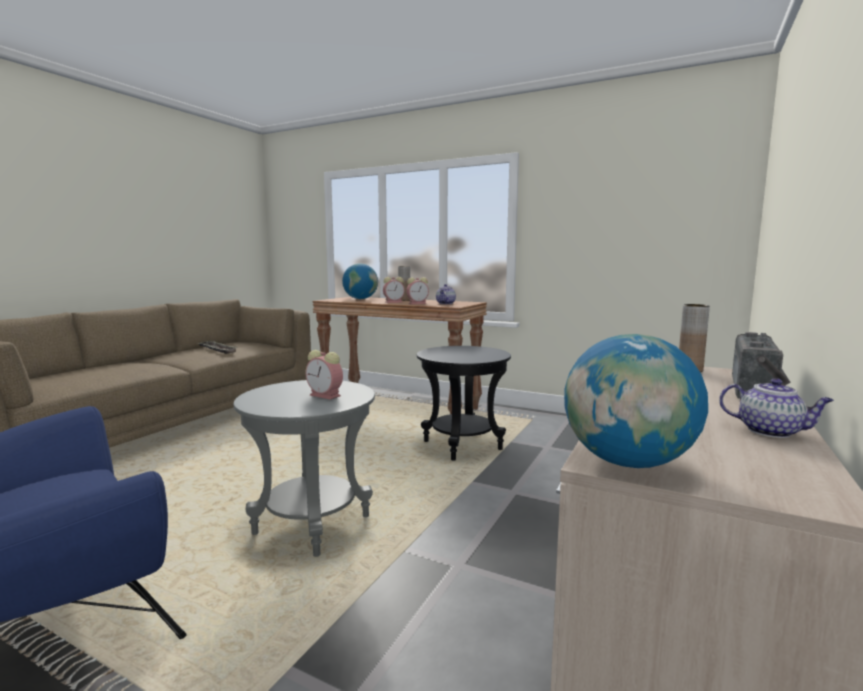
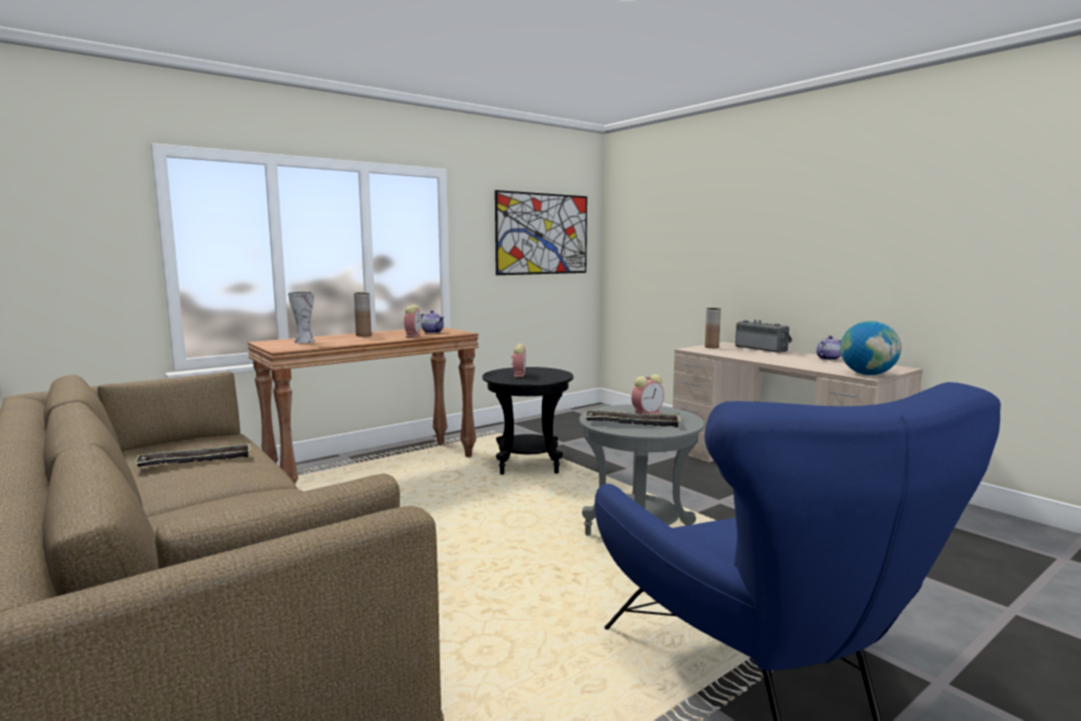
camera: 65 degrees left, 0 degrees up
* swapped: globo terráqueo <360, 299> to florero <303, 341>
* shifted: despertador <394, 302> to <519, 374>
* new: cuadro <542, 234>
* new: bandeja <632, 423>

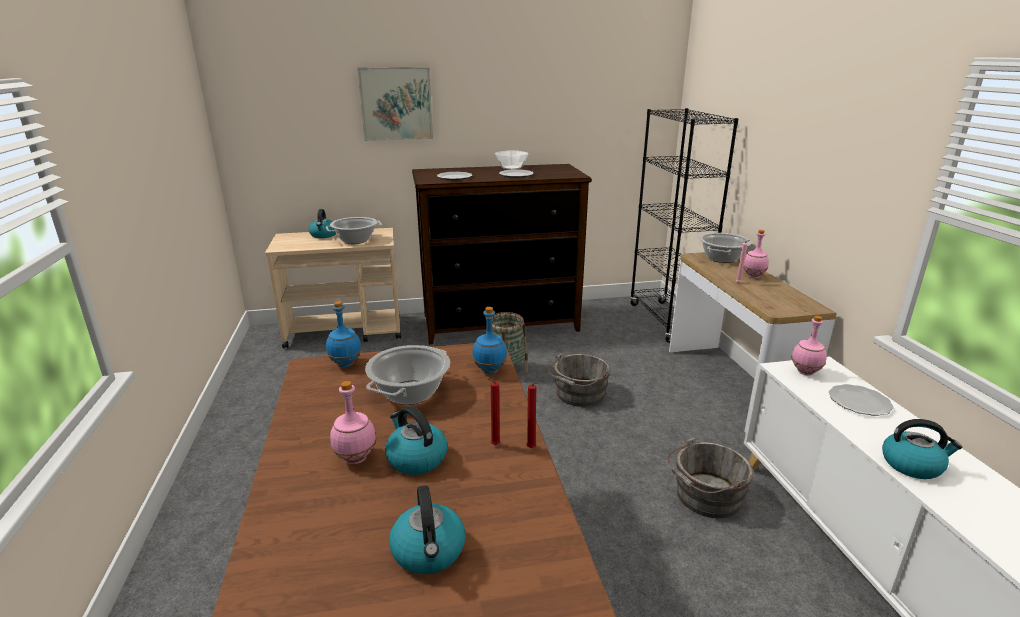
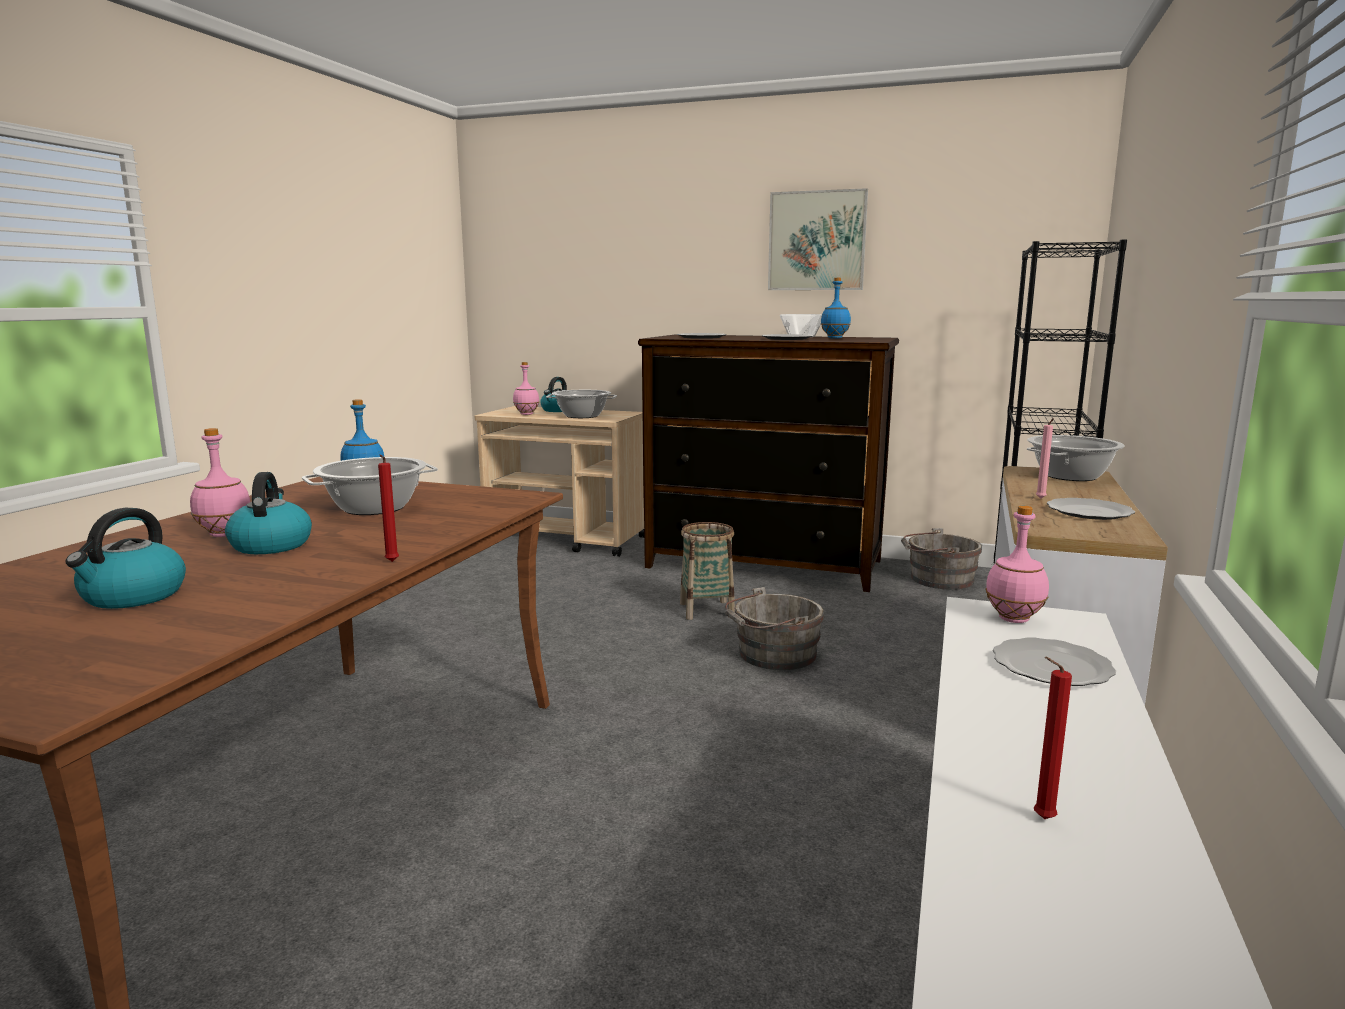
camera: 30 degrees right, 10 degrees down
* shifted: cuadro <396, 104> to <817, 241>
* shifted: botella/rosa <752, 276> to <526, 414>
* shifted: botella/azul <490, 370> to <835, 338>
* shifted: vela/rojo <493, 445> to <1040, 819>
* gone: hervidor <912, 465>
* shifted: cubo/gris <705, 497> to <937, 579>
* new: plato <1088, 512>

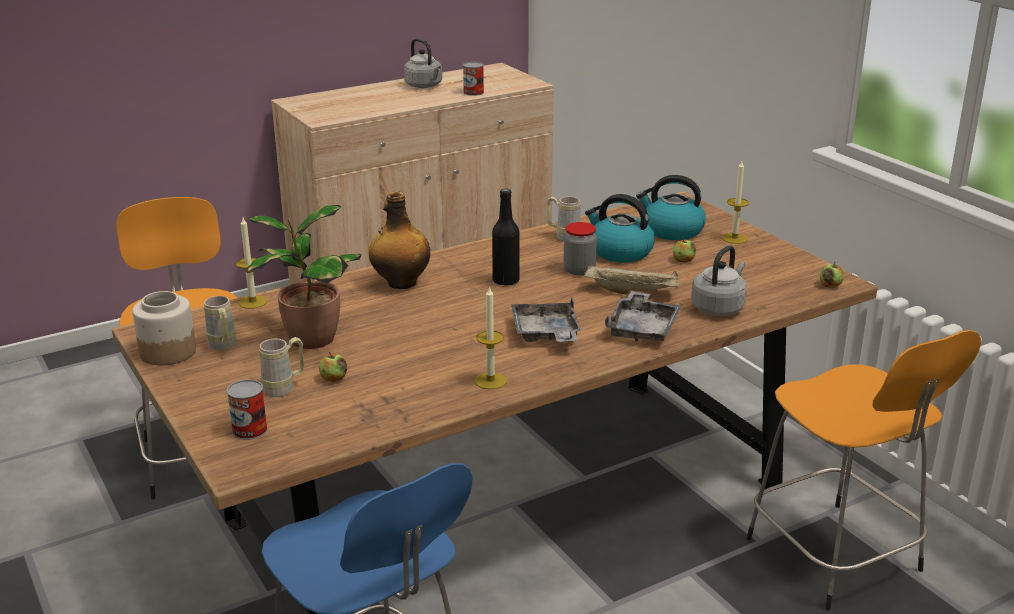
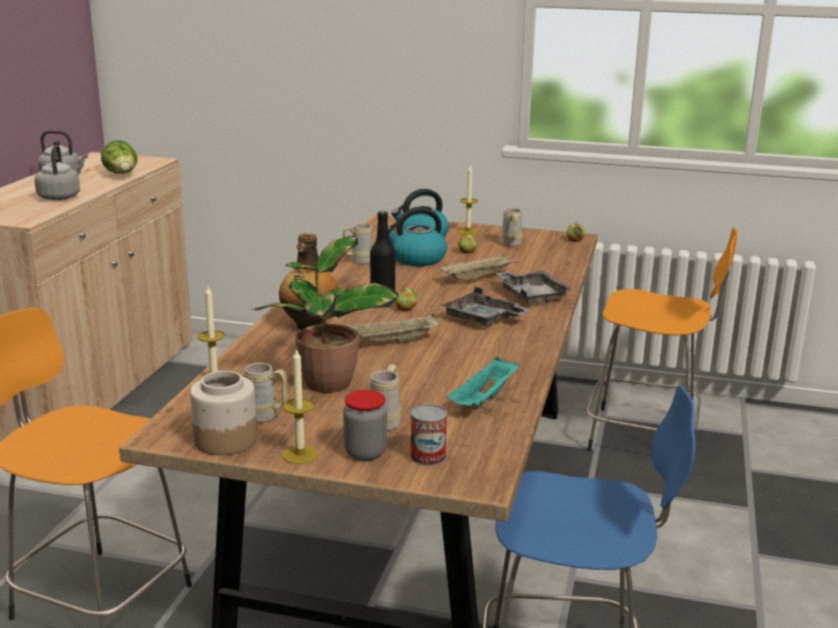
camera: 45 degrees left, 5 degrees down
* swapped: lata <473, 92> to lechuga <122, 175>
* shifted: tarro <579, 270> to <365, 453>
* shifted: hervidor/gris <719, 307> to <59, 197>
* shifted: vela <490, 381> to <300, 455>
* shifted: manzana <334, 378> to <405, 309>
* new: taza grande/beis <511, 245>
* new: bandeja/beis <391, 342>
* new: bandeja/turquesa <484, 400>

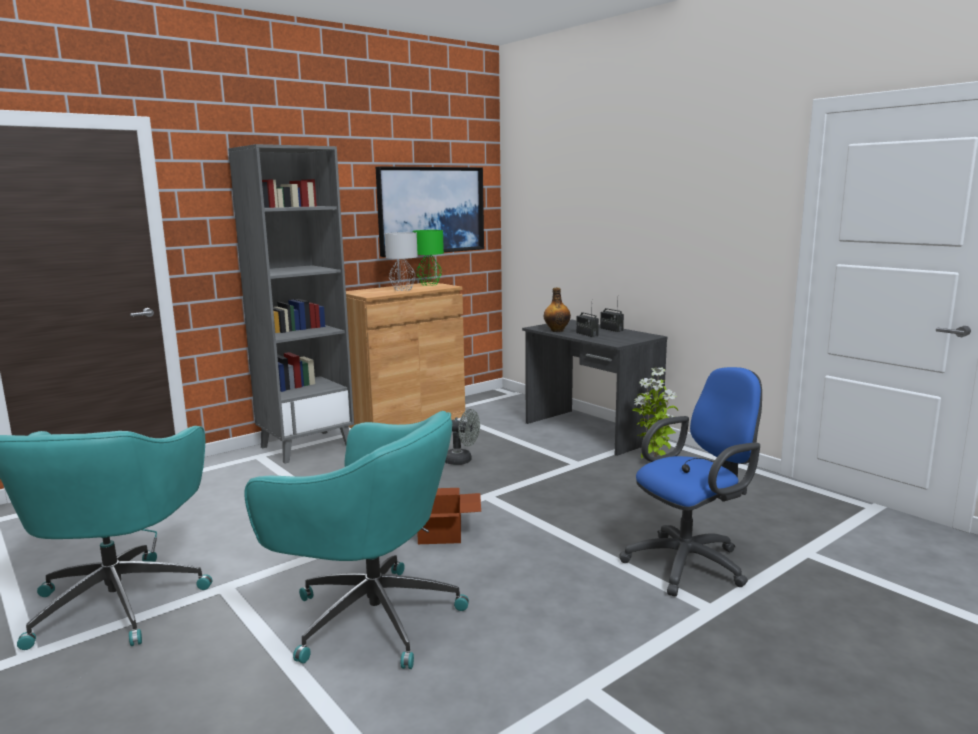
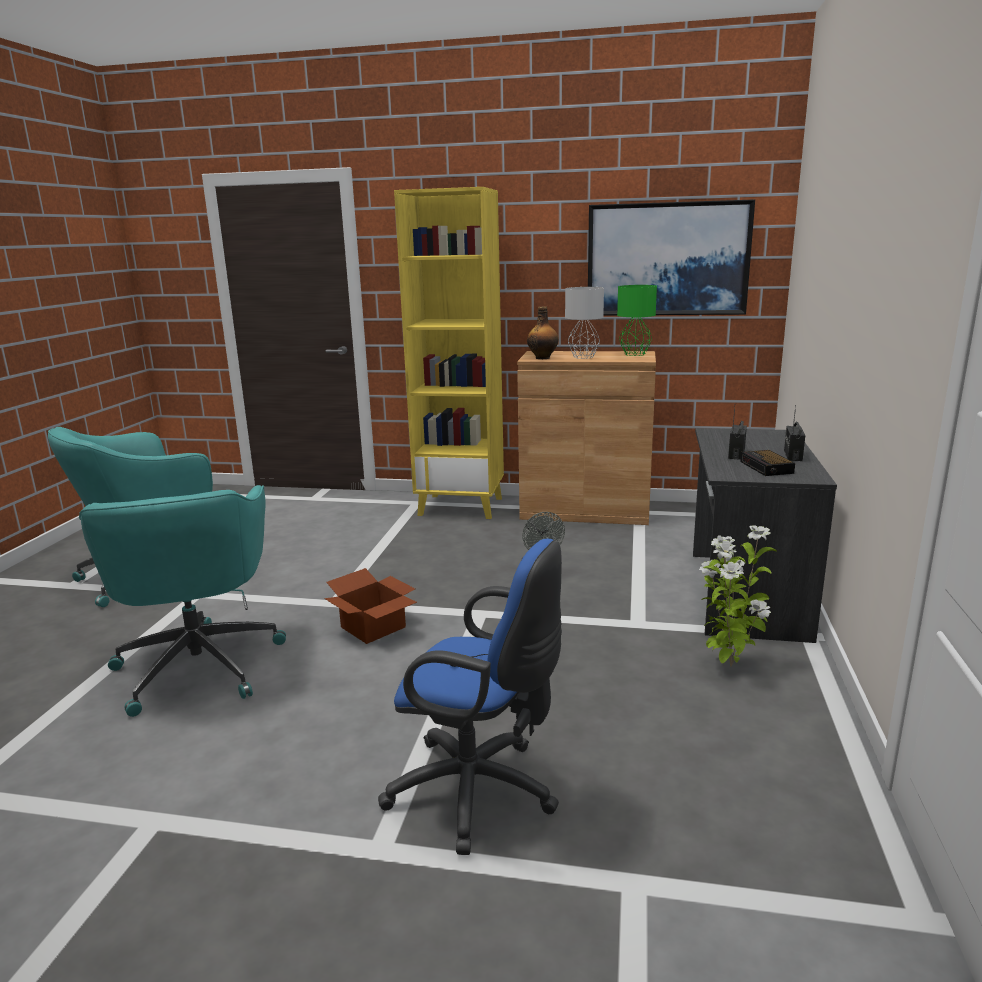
camera: 50 degrees right, 5 degrees up
* repainted: estantería/gris <306, 446> to estantería/amarillo <461, 506>
* shifted: botella <557, 330> to <543, 358>
* new: despertador <767, 468>

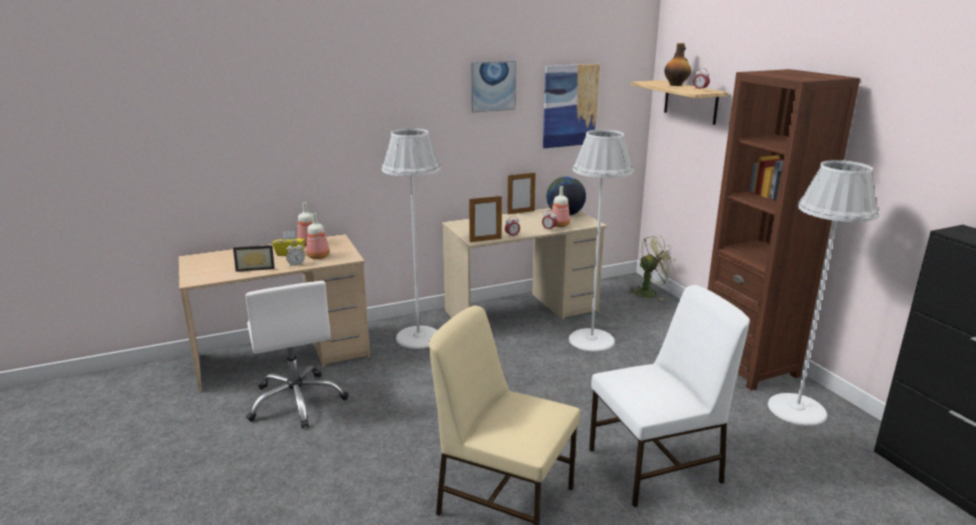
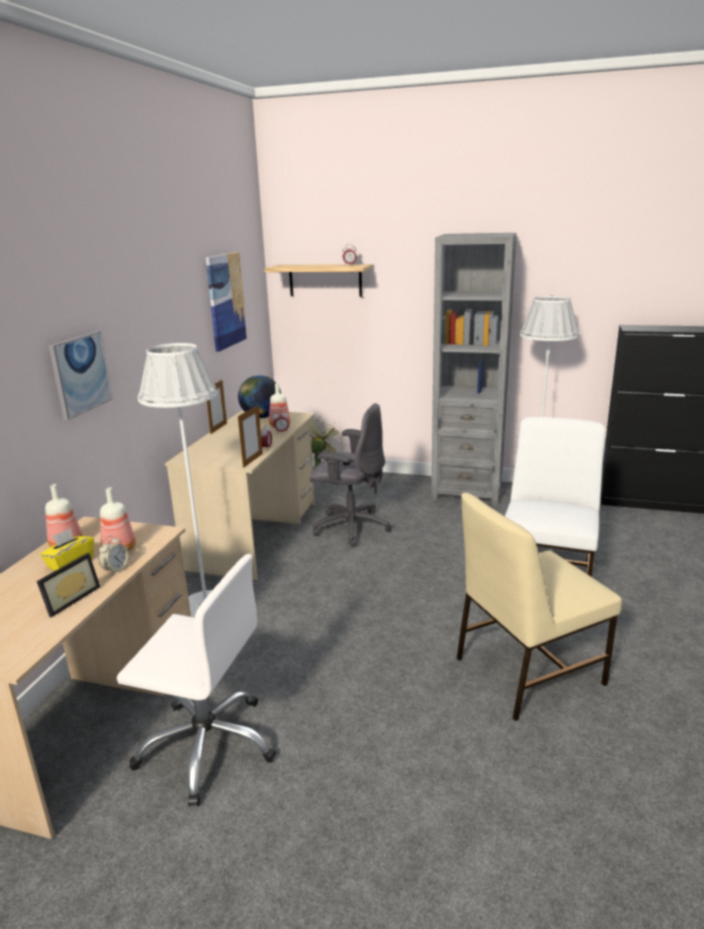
camera: 50 degrees left, 0 degrees up
* gone: botella <676, 85>
* shifted: cuadro <492, 86> to <80, 374>
* repainted: estantería/marrón <748, 365> to estantería/gris <467, 491>
* swapped: lámpara de pie/blanco <591, 340> to silla de oficina/gris <350, 527>

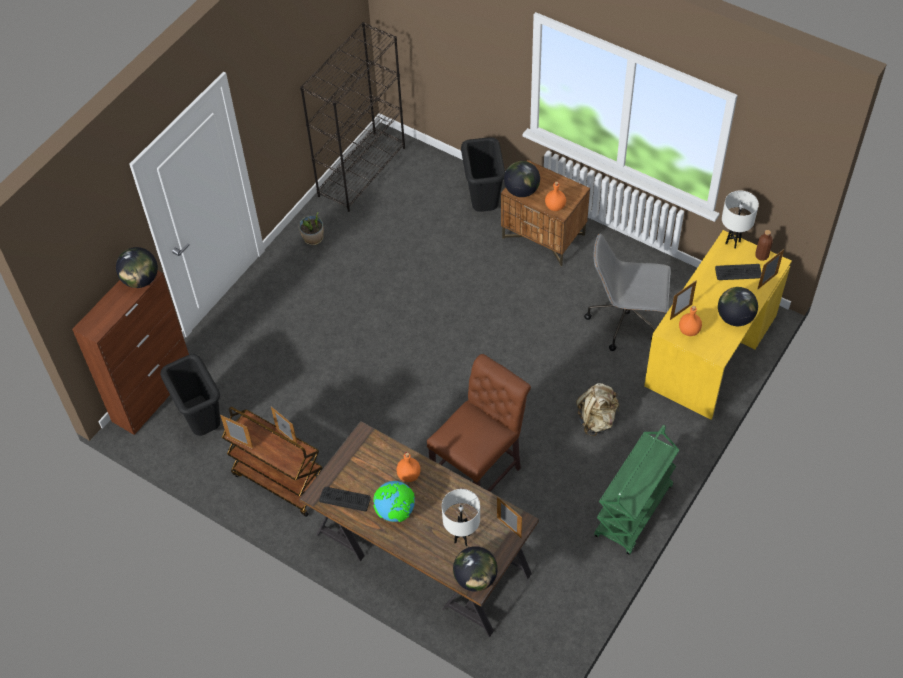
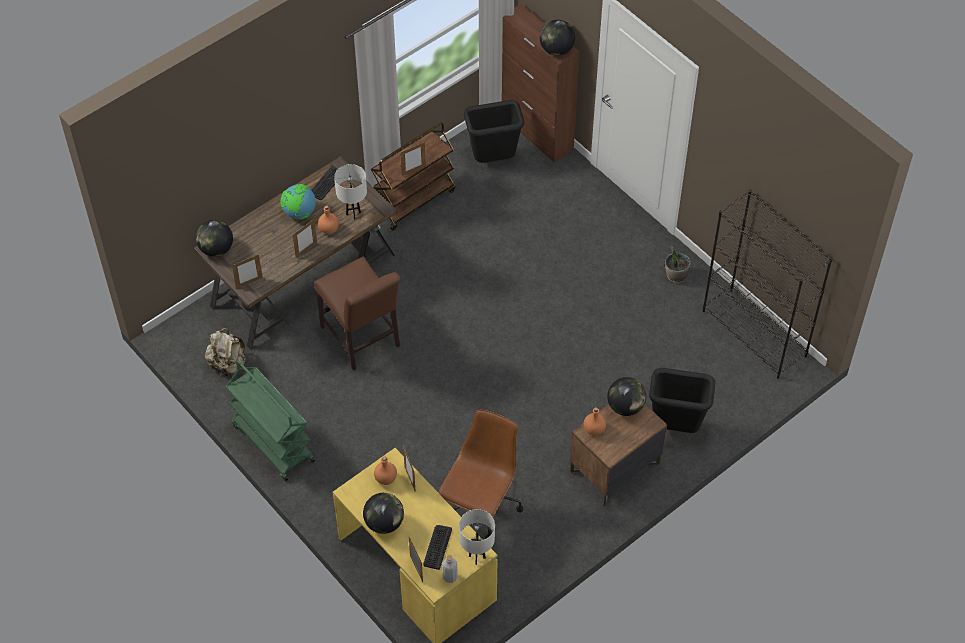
camera: 105 degrees right, 0 degrees up
* repainted: botella/marrón <761, 256> to botella/gris <450, 577>
* repainted: silla de oficina/gris <626, 320> to silla de oficina/marrón <481, 507>
* shifted: mochila/beis <597, 420> to <227, 364>
* shifted: portarretratos <240, 442> to <306, 250>
* shifted: lámpara de mesa/blanco <462, 538> to <353, 213>

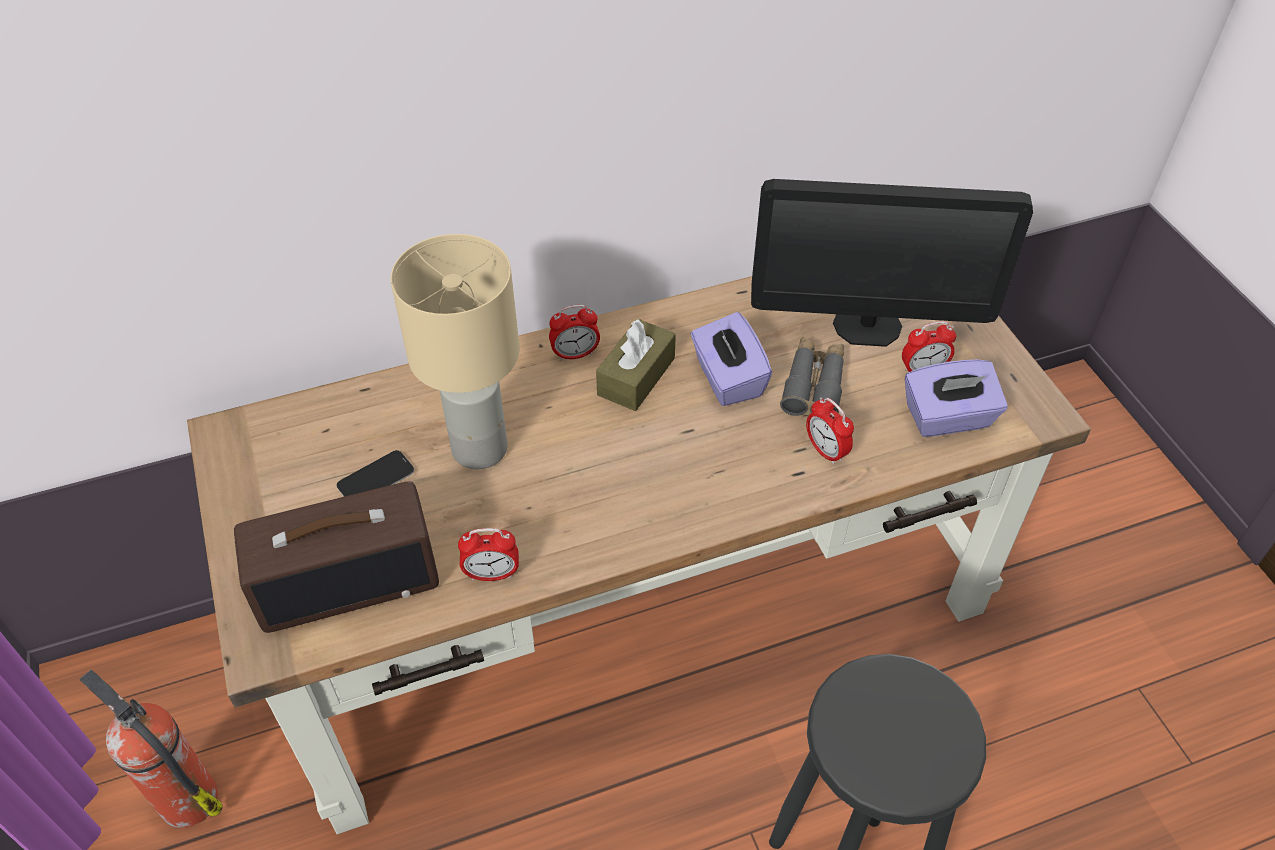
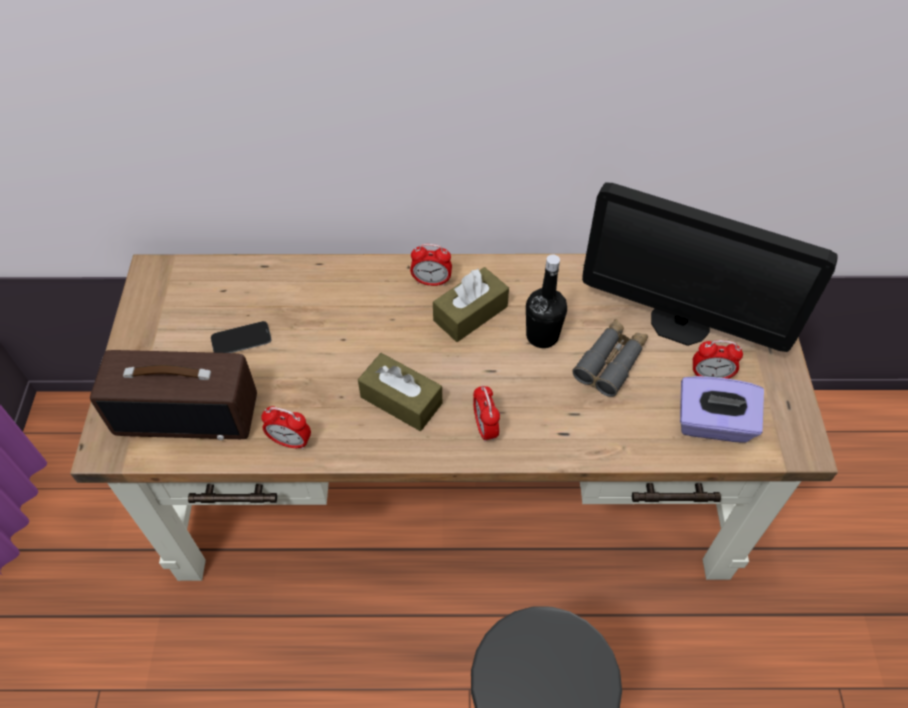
camera: 20 degrees right, 5 degrees up
* gone: lámpara de mesa/beis <480, 447>
* swapped: caja de pañuelos/morado <727, 379> to botella/negro <542, 336>
* shifted: despertador <825, 451> to <485, 428>
* gone: extintor <186, 798>
* new: caja de pañuelos/marrón <401, 400>

